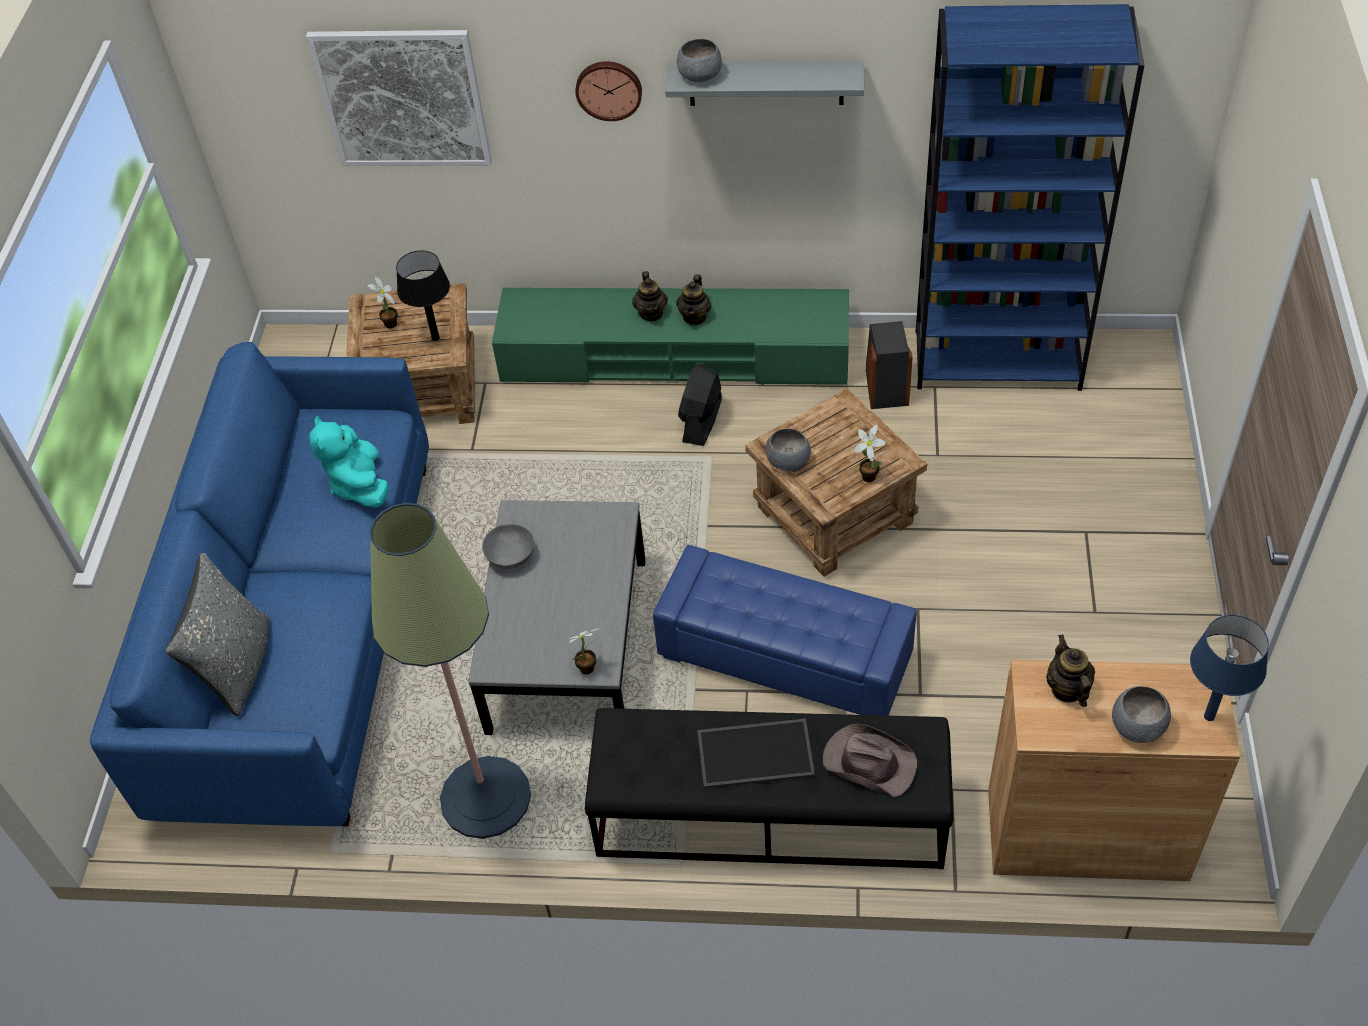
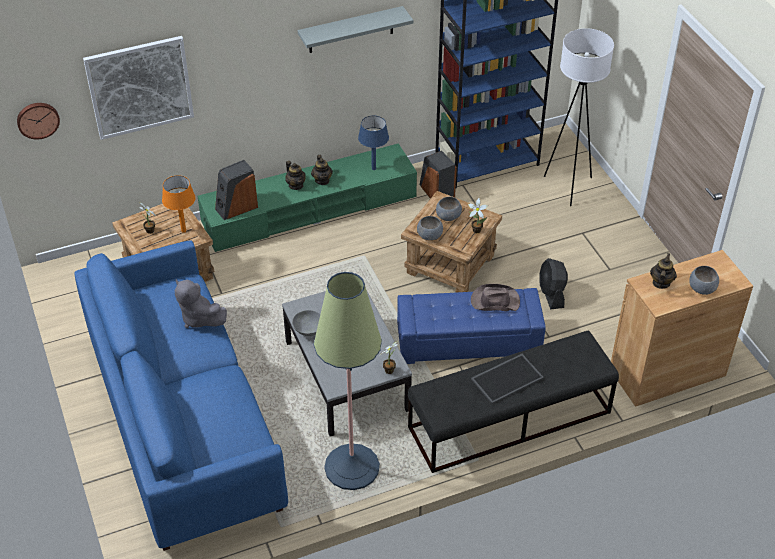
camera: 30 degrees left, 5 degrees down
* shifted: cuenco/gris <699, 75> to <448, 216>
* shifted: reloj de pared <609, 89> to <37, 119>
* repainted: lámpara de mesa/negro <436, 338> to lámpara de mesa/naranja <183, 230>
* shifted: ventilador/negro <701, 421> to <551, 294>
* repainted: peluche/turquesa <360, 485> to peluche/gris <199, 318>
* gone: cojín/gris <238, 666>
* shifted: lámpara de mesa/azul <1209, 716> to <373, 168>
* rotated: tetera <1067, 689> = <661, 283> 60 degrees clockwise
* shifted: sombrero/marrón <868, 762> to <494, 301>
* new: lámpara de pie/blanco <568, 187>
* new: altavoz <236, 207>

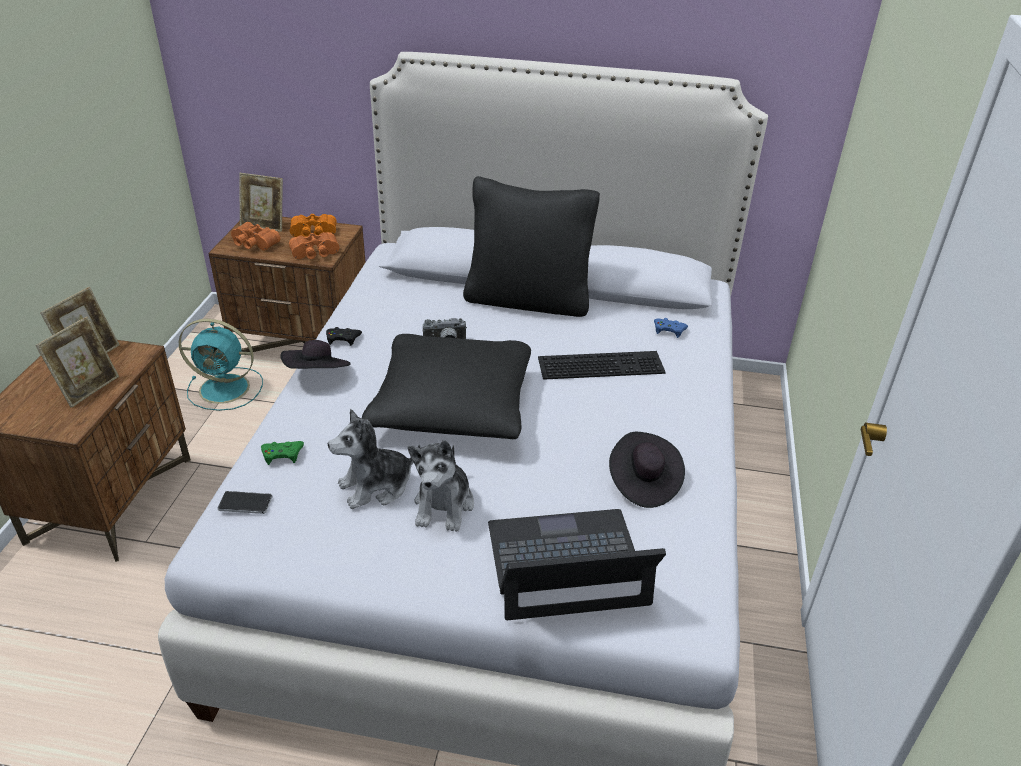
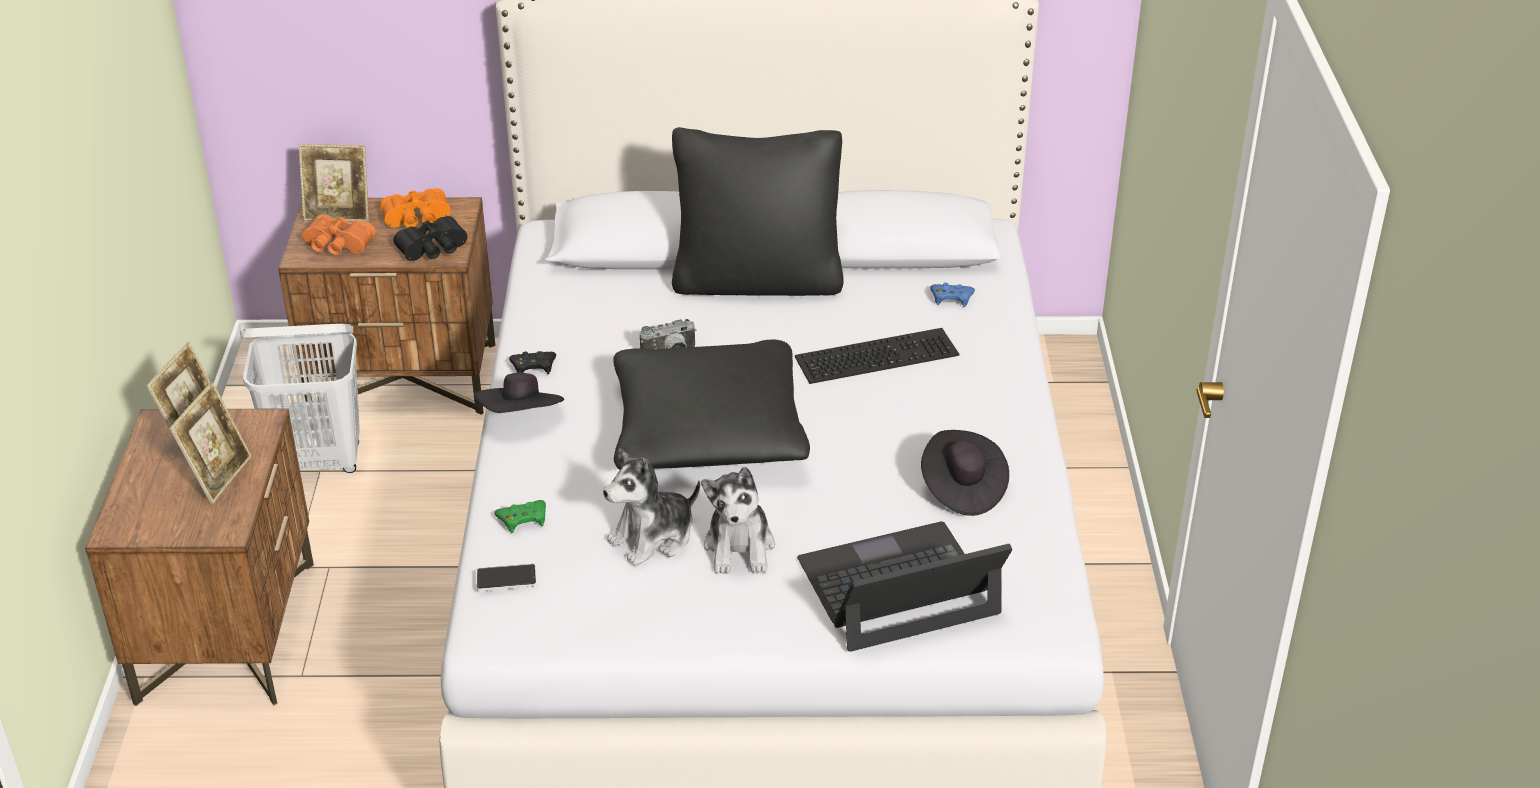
camera: 10 degrees left, 0 degrees up
* repainted: prismáticos/naranja <315, 254> to prismáticos/negro <434, 250>
* swapped: ventilador/turquesa <226, 389> to cesto de la ropa/blanco <320, 461>

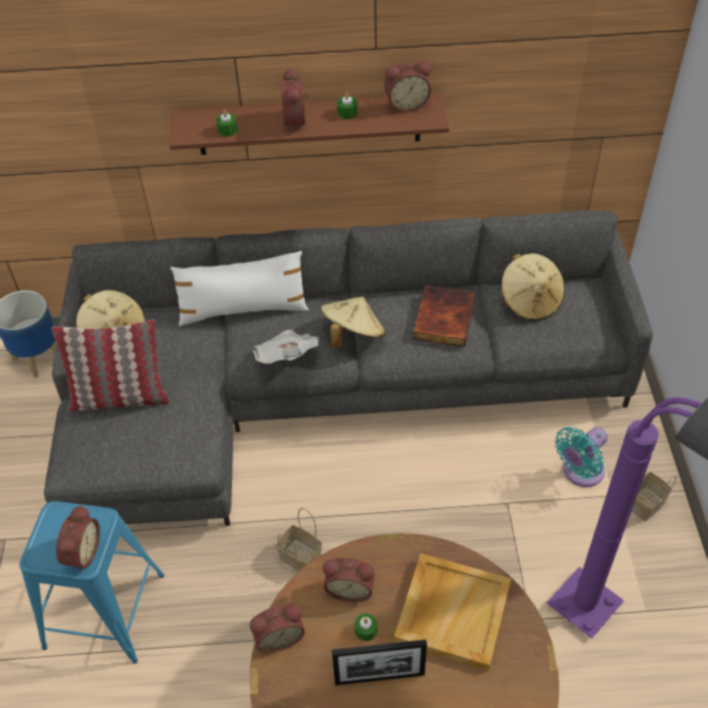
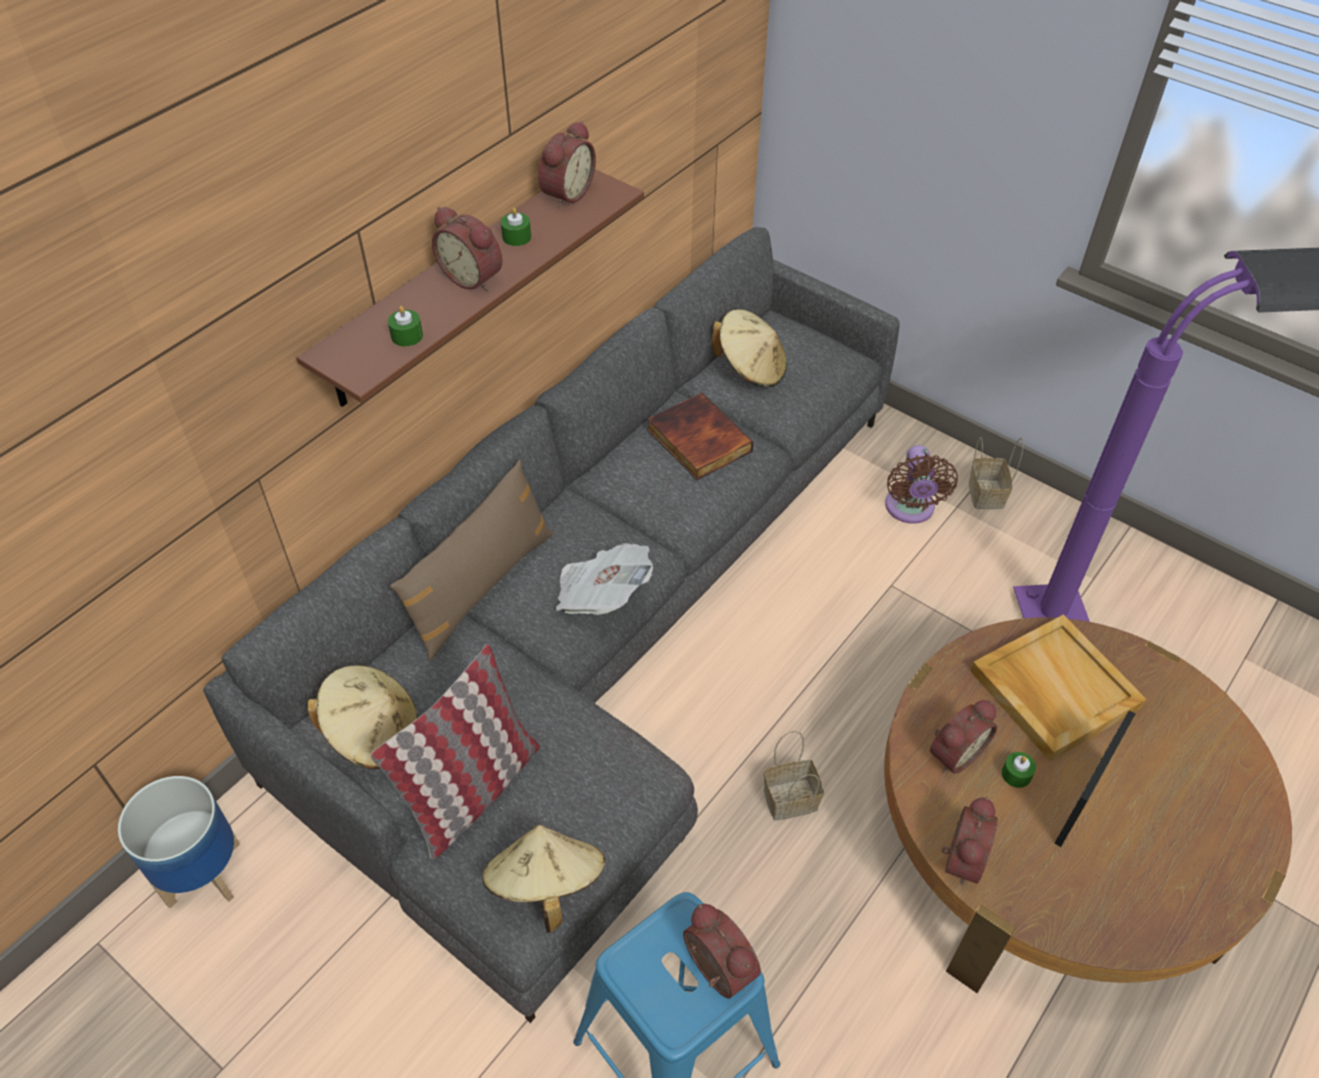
camera: 50 degrees left, 0 degrees up
* repainted: cojín/blanco <243, 310> to cojín/marrón <481, 587>
* shifted: sombrero/beis <352, 335> to <545, 886>
* repainted: ventilador/turquesa <580, 472> to ventilador/marrón <910, 509>

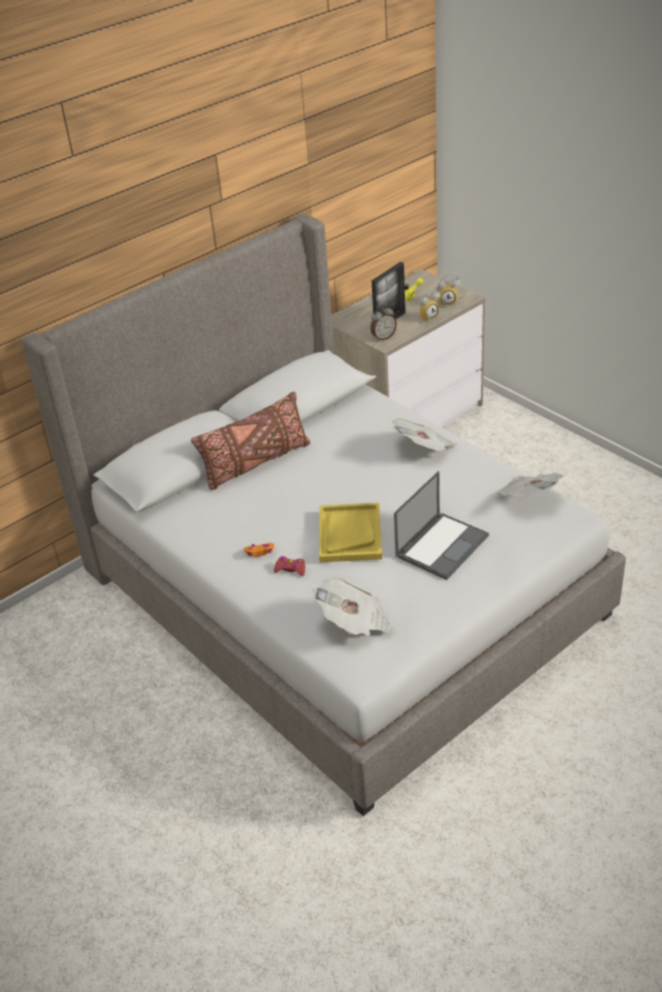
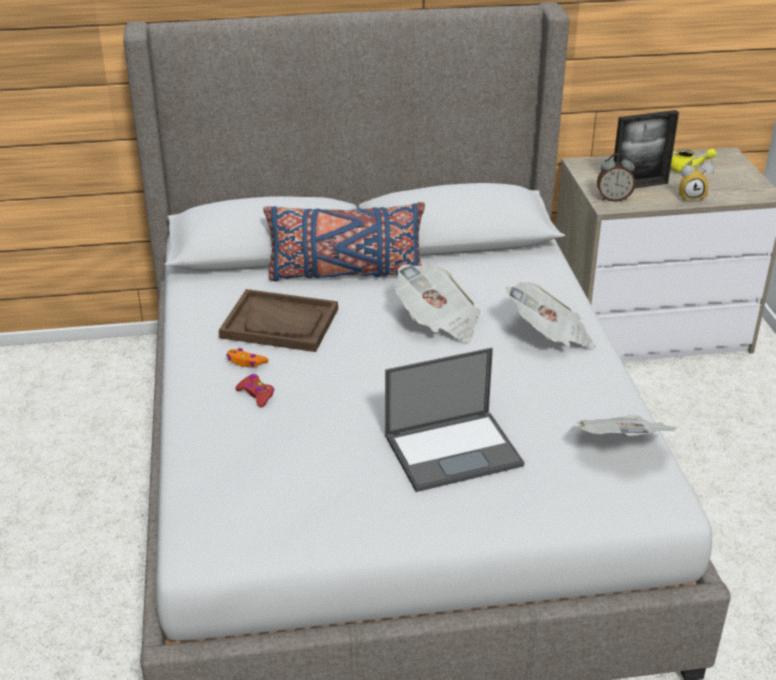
camera: 30 degrees right, 5 degrees down
* gone: despertador <447, 302>
* repainted: cojín/marrón <255, 463> to cojín/azul <346, 274>
* gone: bandeja/amarillo <350, 534>
* shifted: periódico <354, 622> to <438, 322>
* new: bandeja/marrón <280, 323>

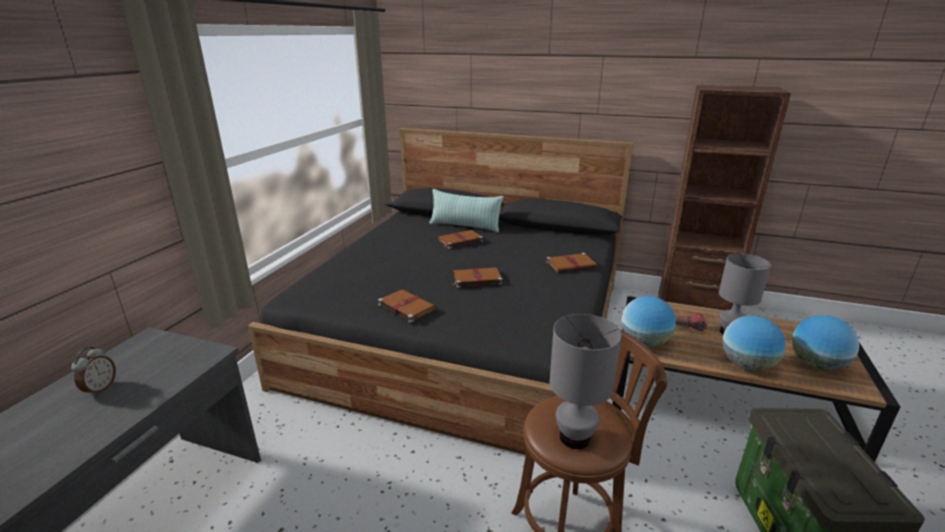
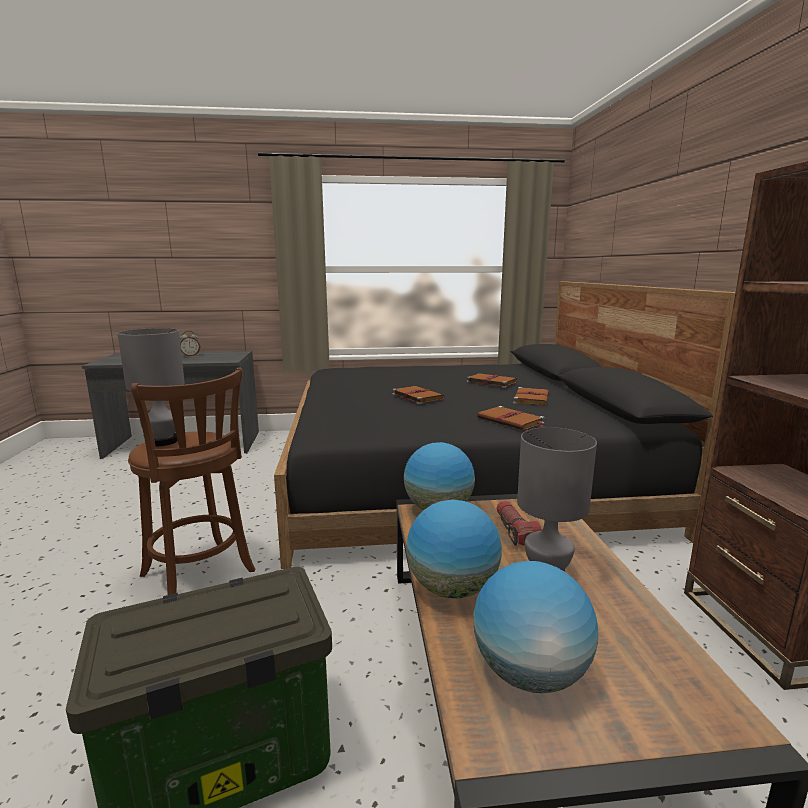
camera: 65 degrees right, 10 degrees down
* gone: cojín <465, 226>
* shifted: libro/marrón <406, 307> to <531, 398>

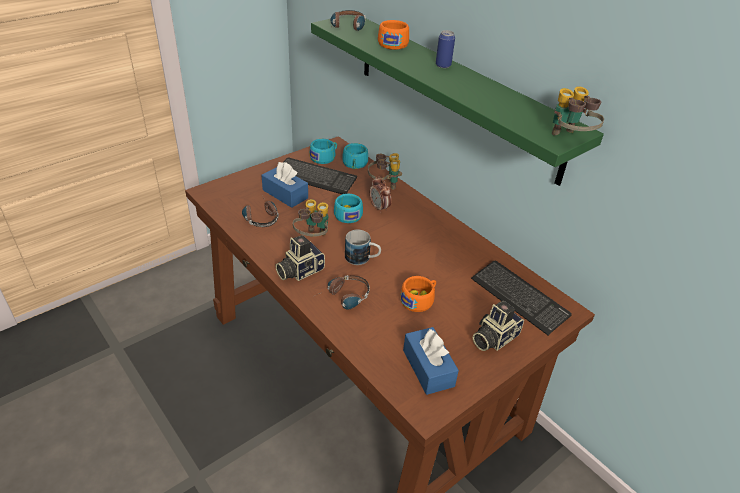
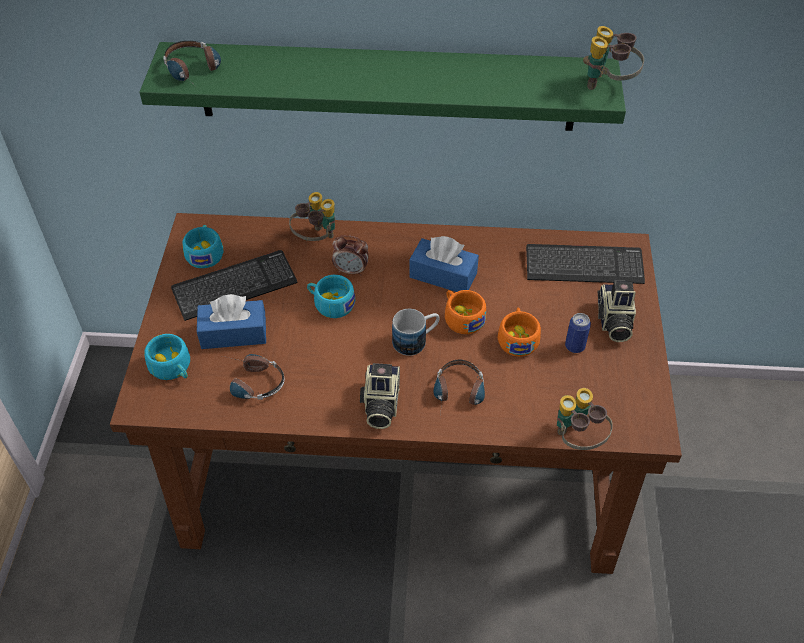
camera: 45 degrees left, 10 degrees up
* shifted: taza/naranja <393, 43> to <461, 317>
* shifted: lata <443, 65> to <574, 346>
* shifted: taza/turquesa <354, 165> to <173, 368>
* shifted: prismáticos <313, 238> to <577, 439>
* shifted: caja de pañuelos/azul <428, 368> to <443, 275>

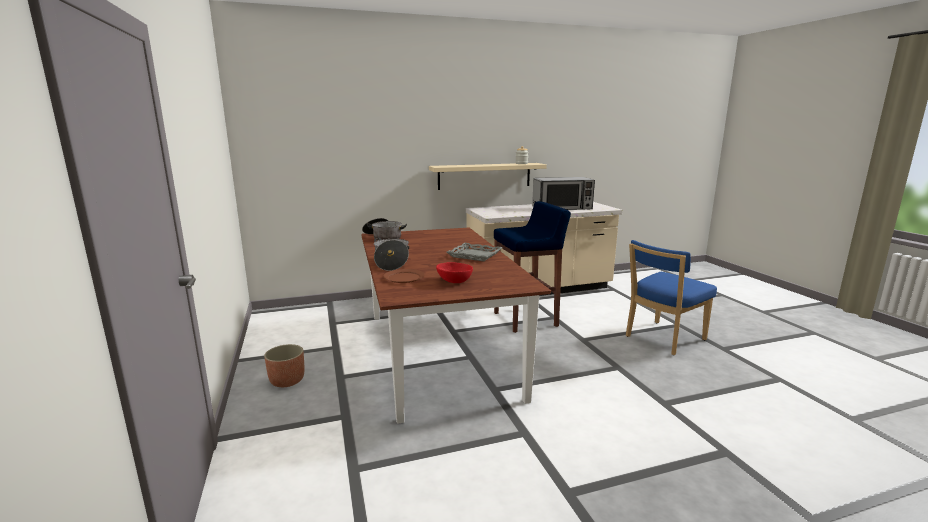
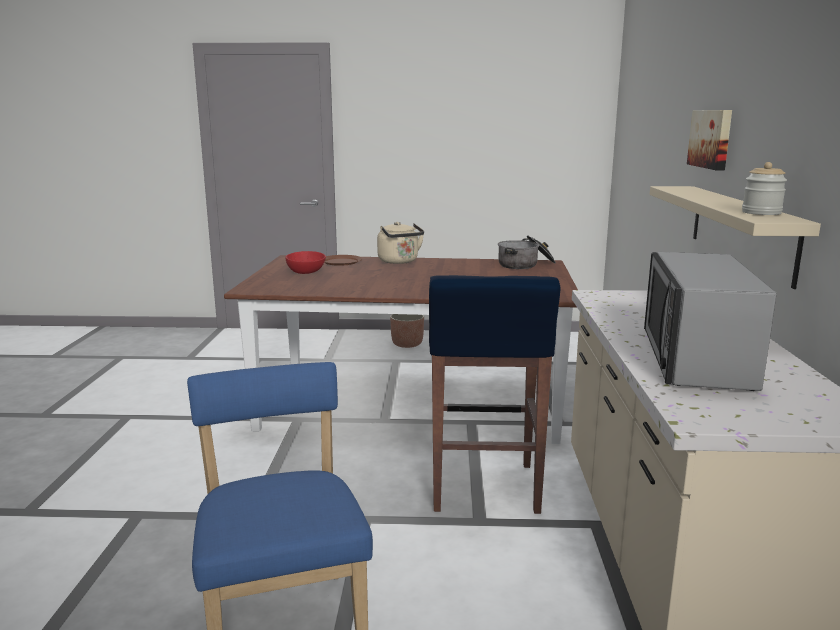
camera: 110 degrees right, 0 degrees up
* swapped: olla <391, 262> to hervidor/beis <399, 261>
* gone: bandeja/gris <475, 255>
* new: cuadro <712, 139>

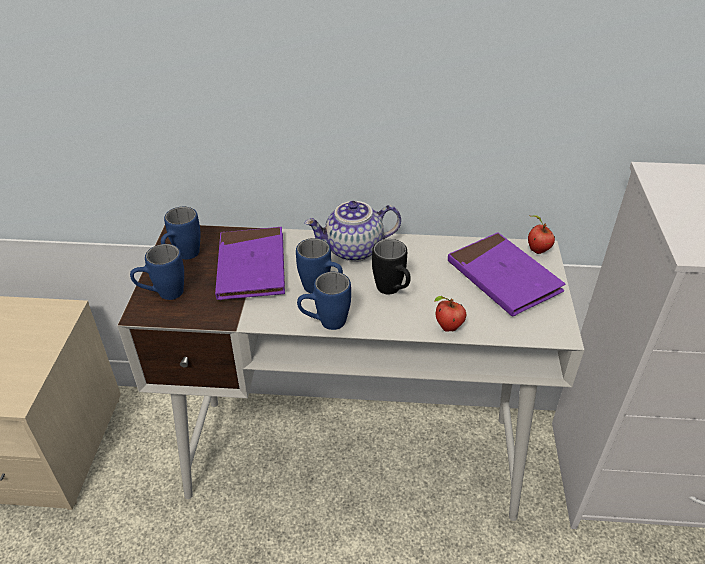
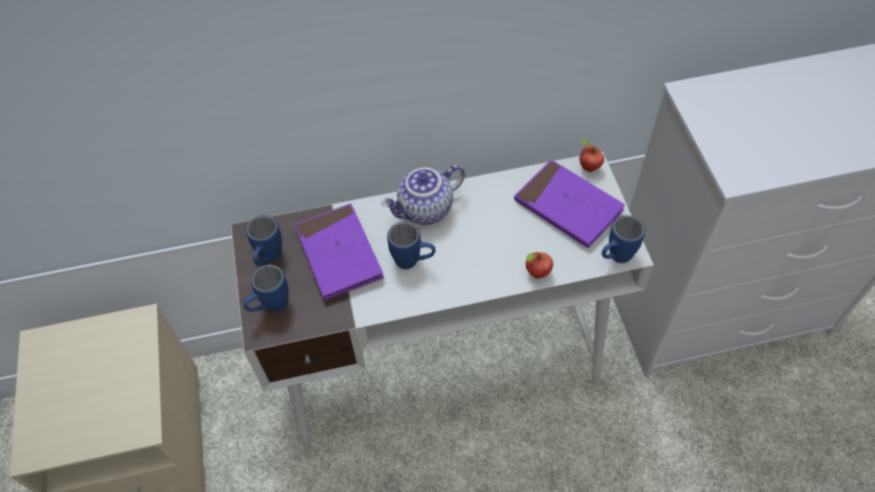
camera: 15 degrees left, 15 degrees up
* gone: taza grande/negro <392, 291>
* shifted: taza grande/azul <325, 323> to <615, 258>

